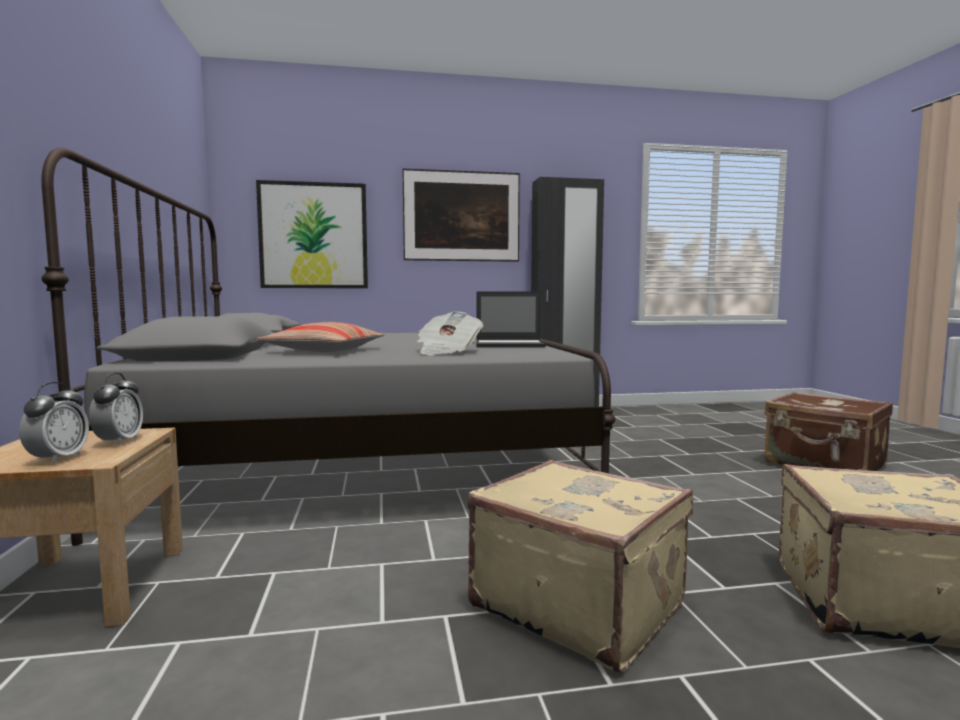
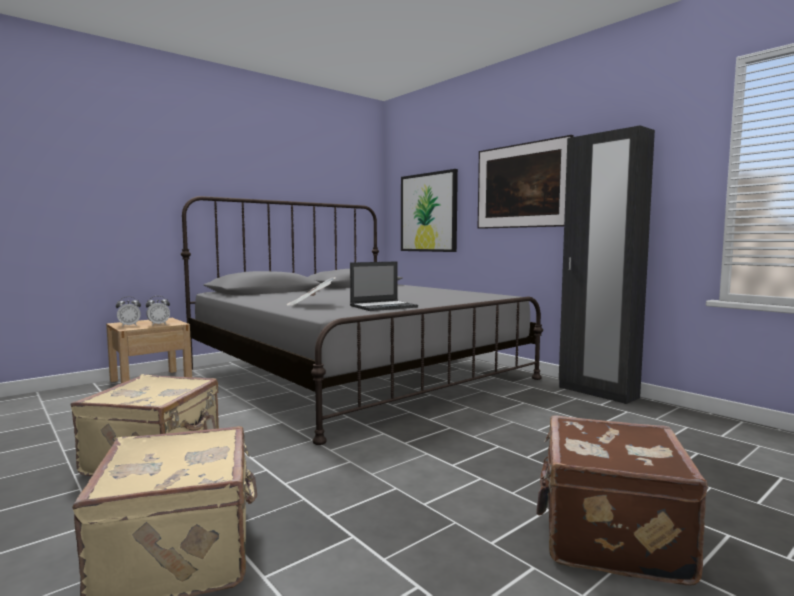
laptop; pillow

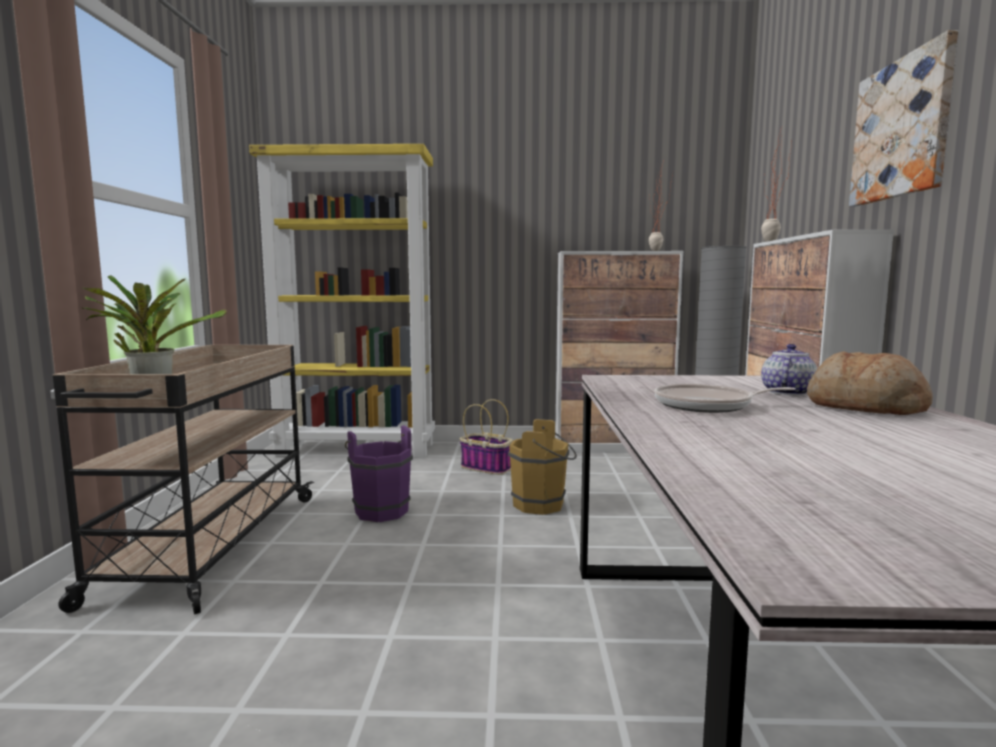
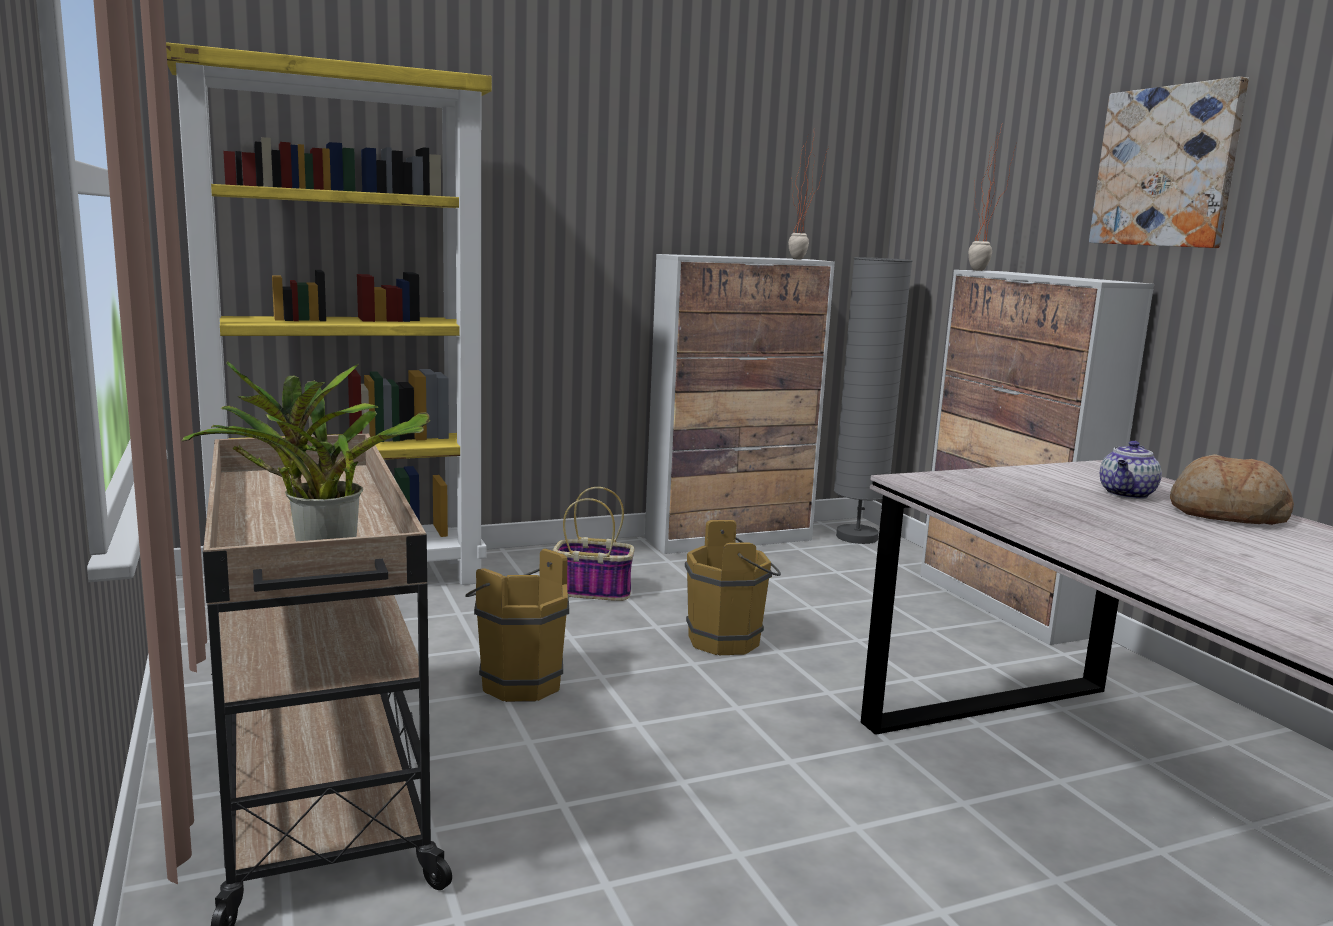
teapot; frying pan; brown bucket (1st from left)

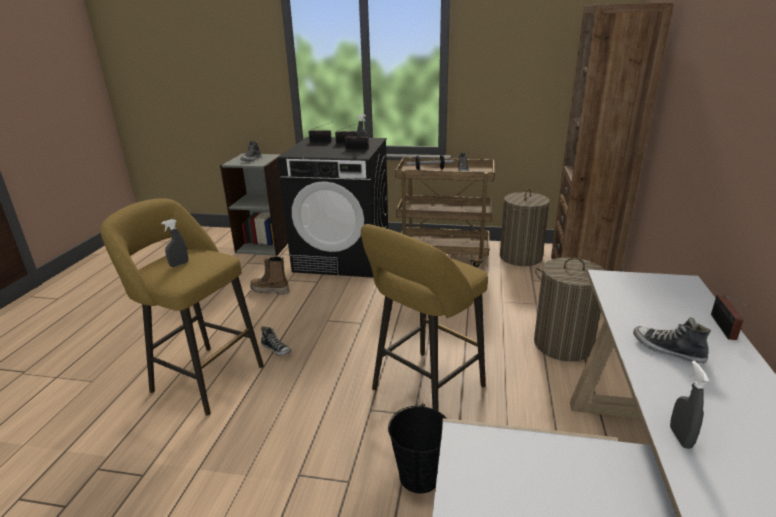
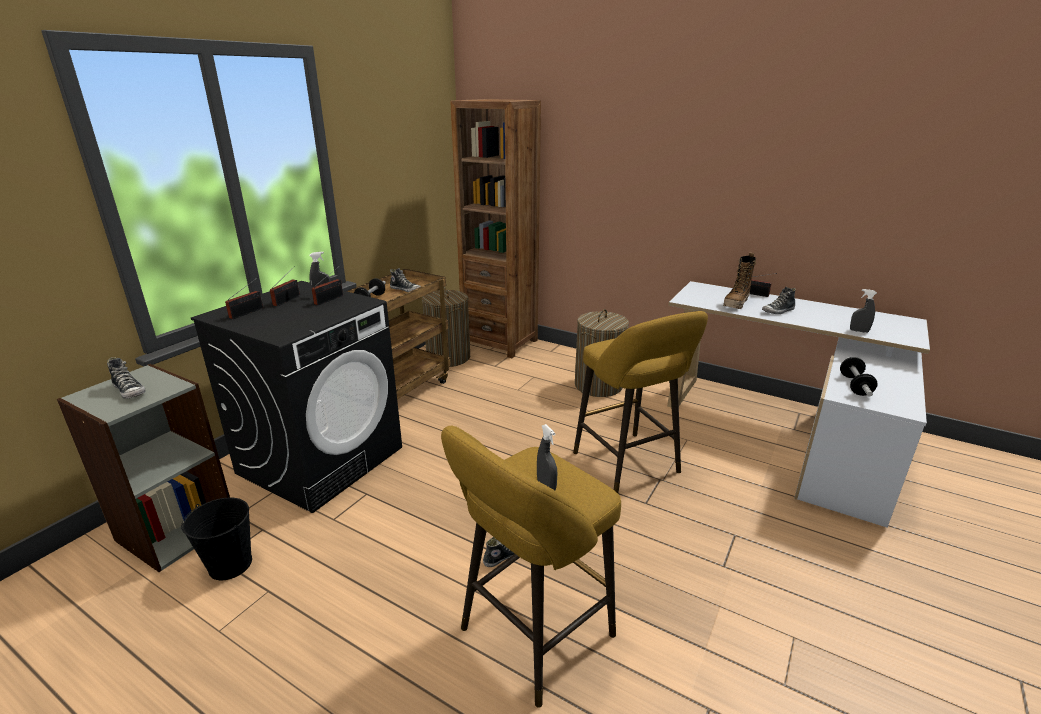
boot; black bucket; dumbbell (2nd from left)

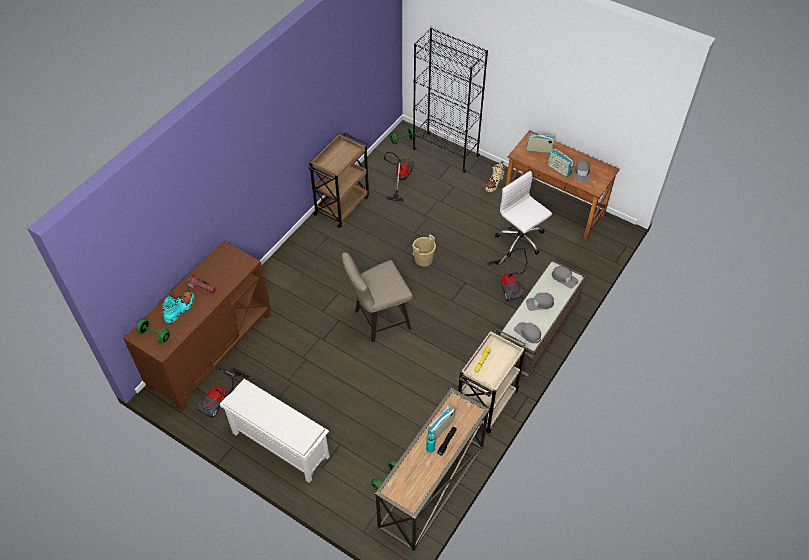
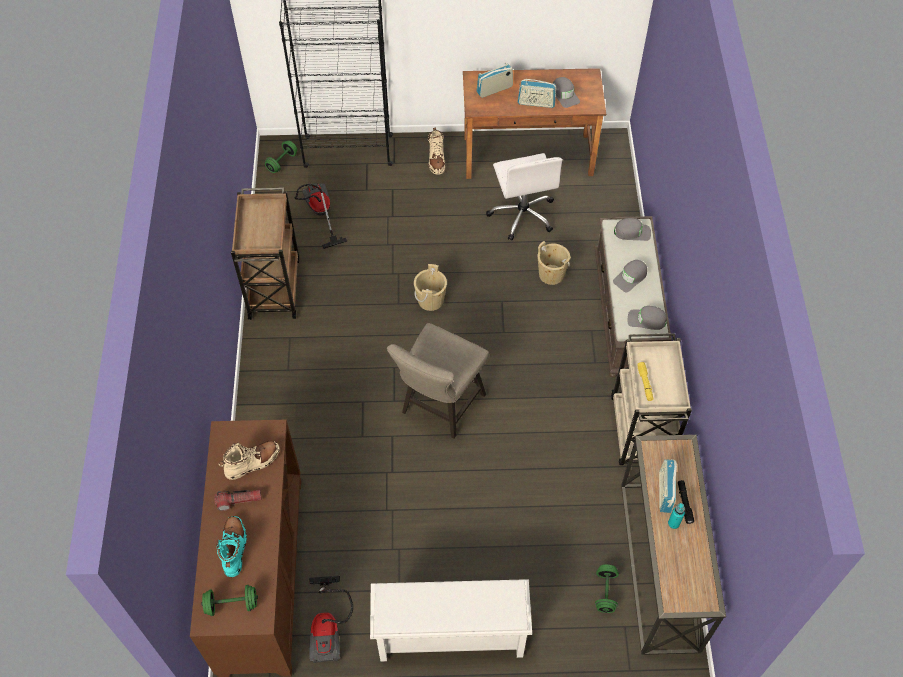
white office chair; beige bucket (2nd from left); beige boot (1st from left)

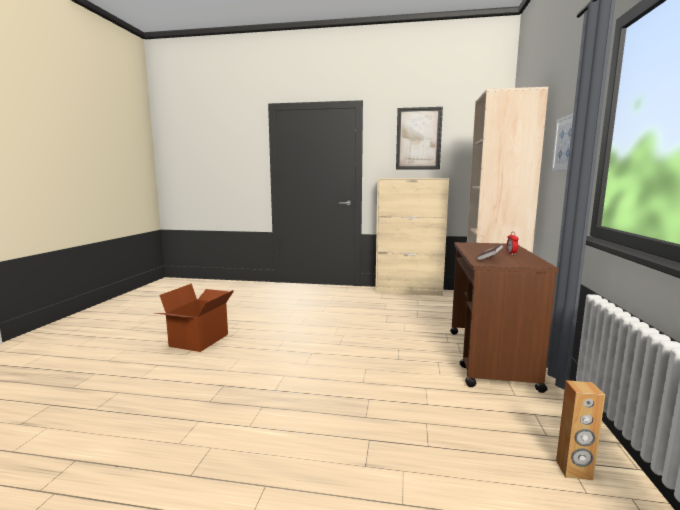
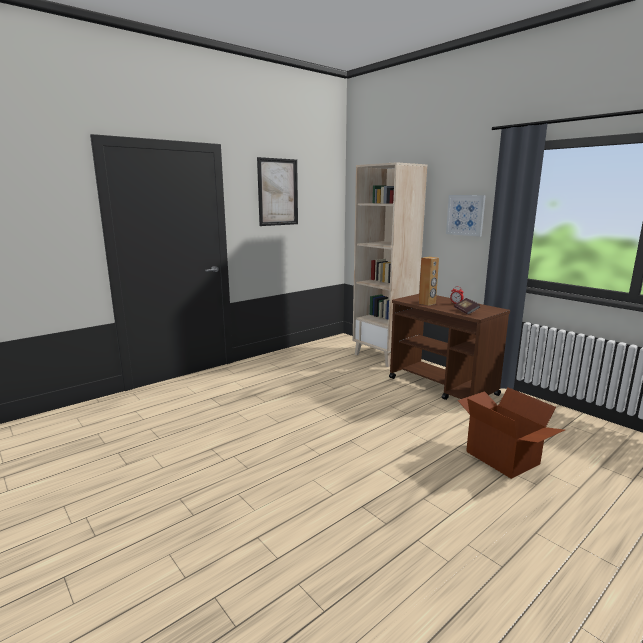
beige cabinet; cardboard box; brown speaker

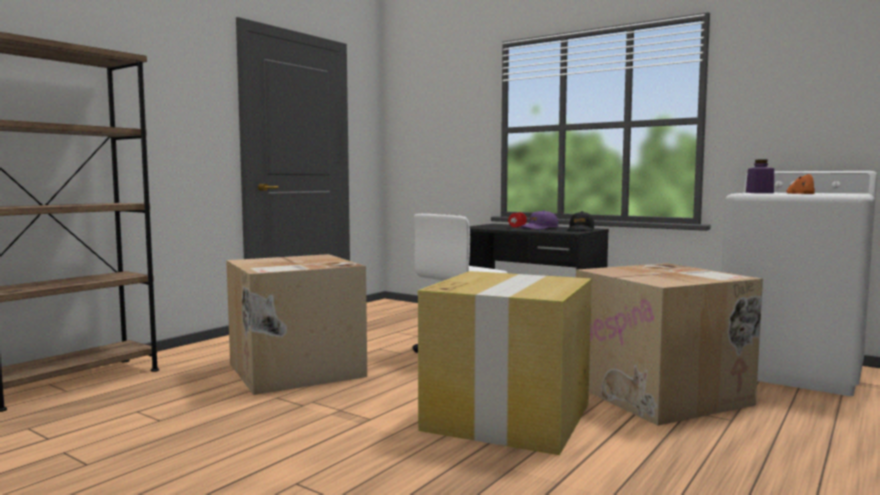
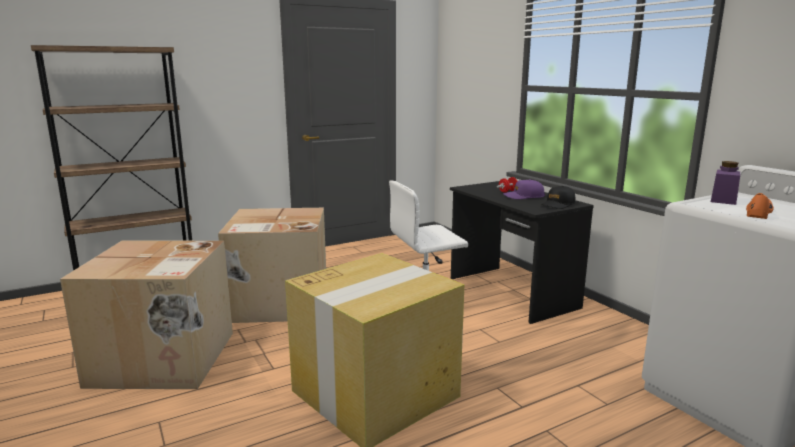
cardboard box (1st from left)

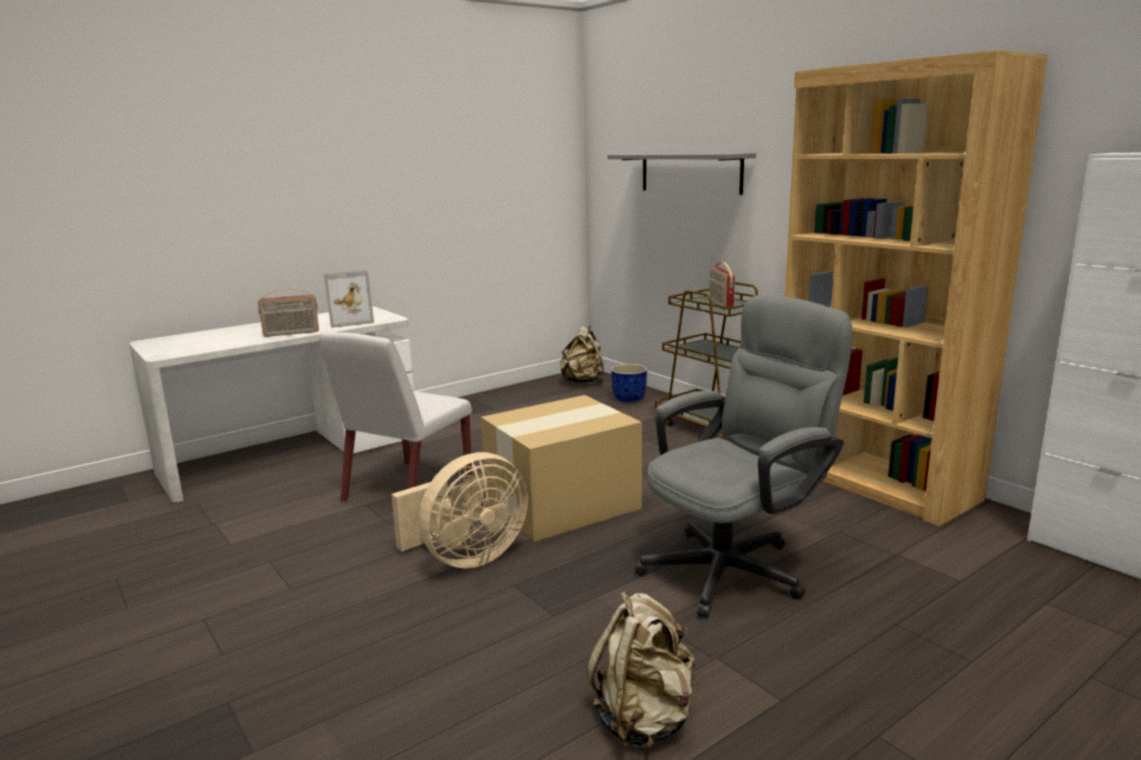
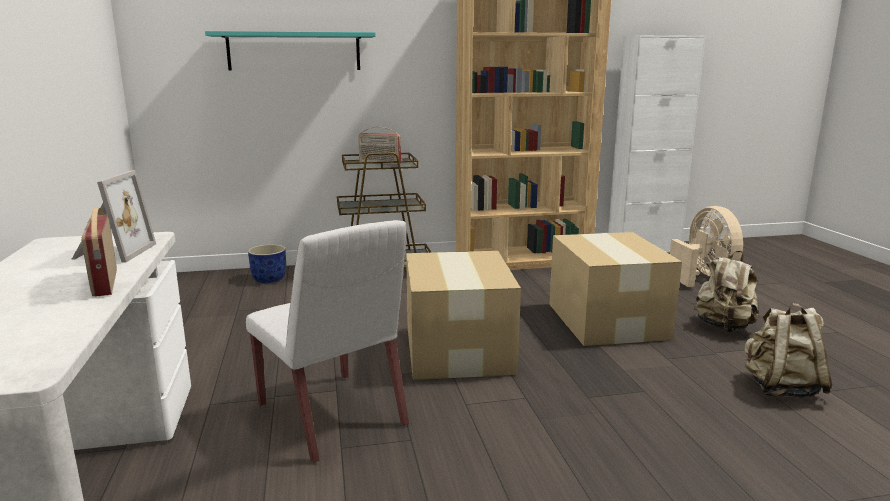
turquoise shelf; radio (1st from left); cardboard box (2nd from left); beige backpack (1st from left); beige fan

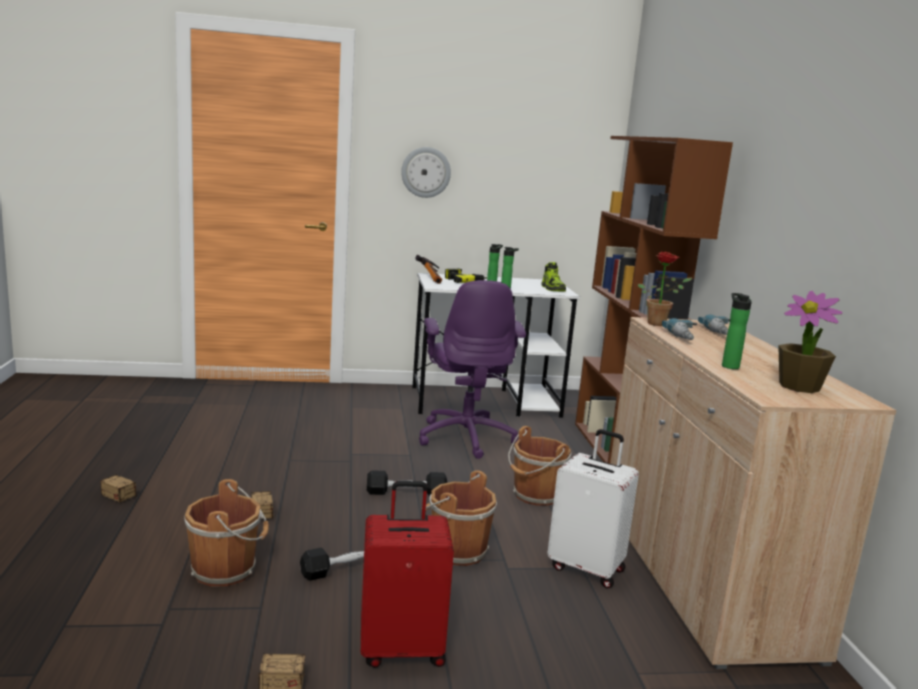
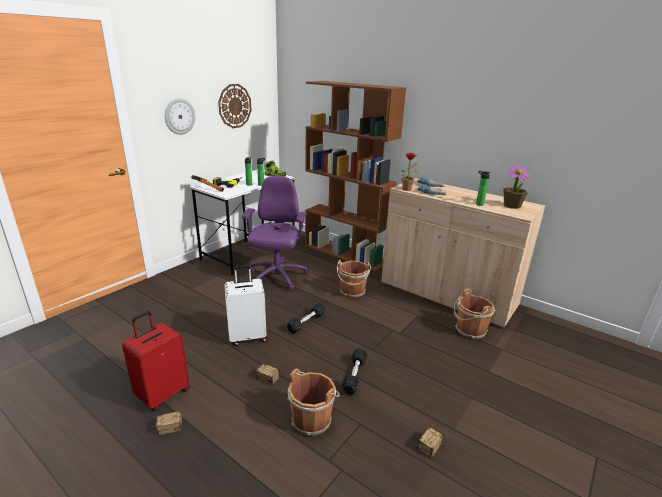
purple office chair; white suitcase; brown bucket (3rd from left); red suitcase; wall clock (2nd from left)

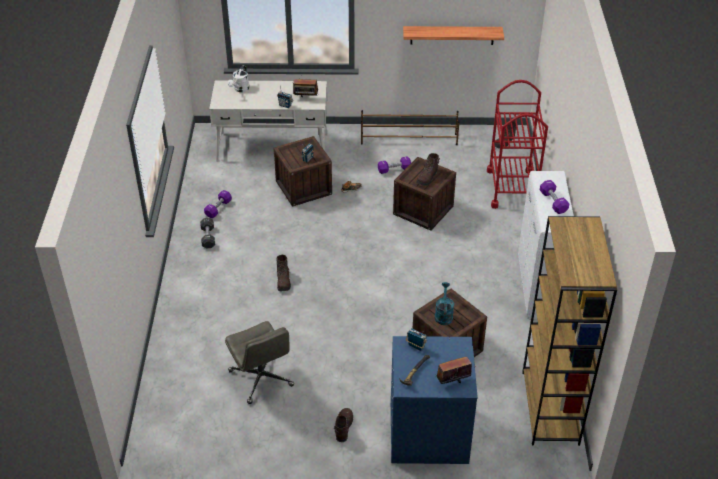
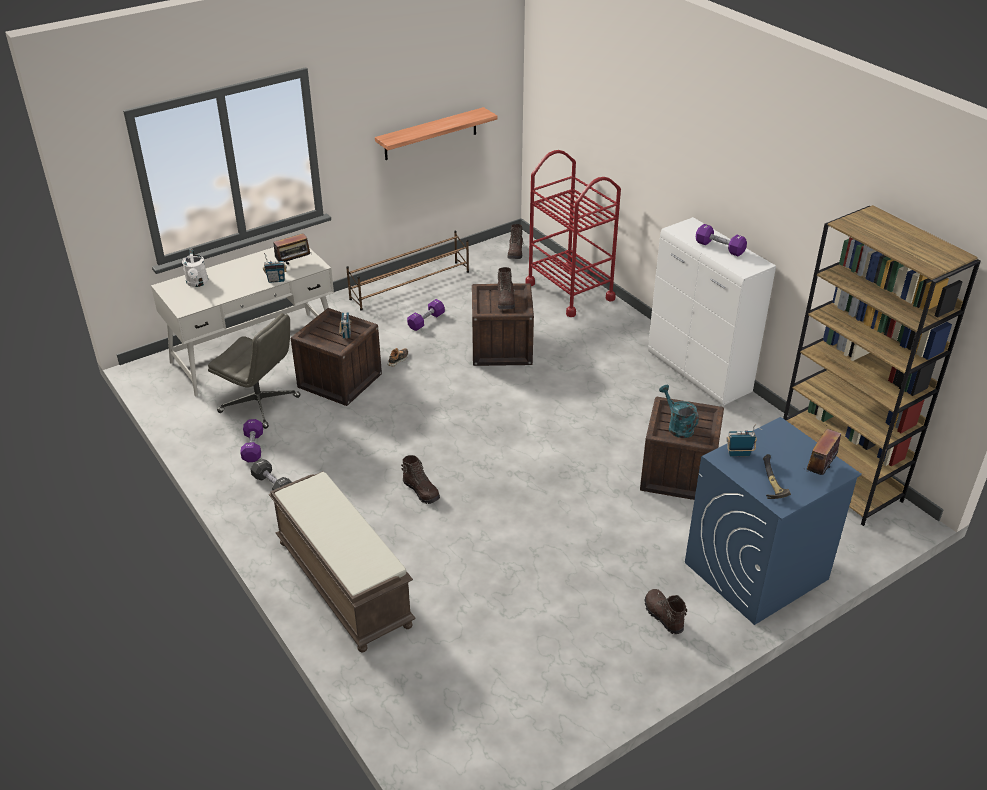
grey office chair; brown bench

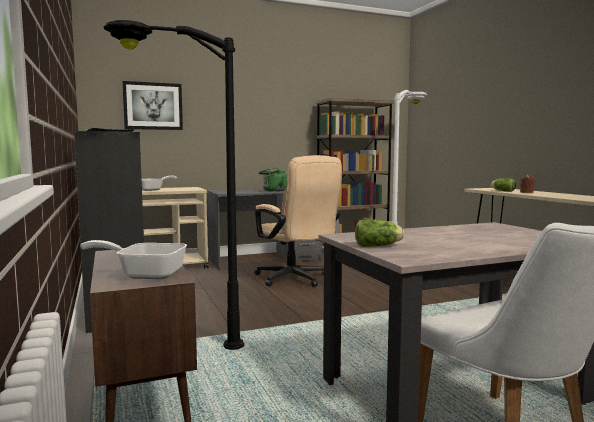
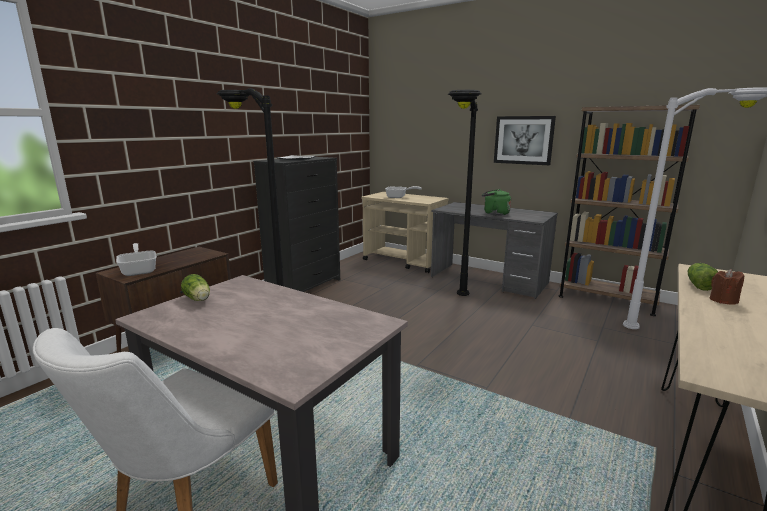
picture; black floor lamp (2nd from left)

